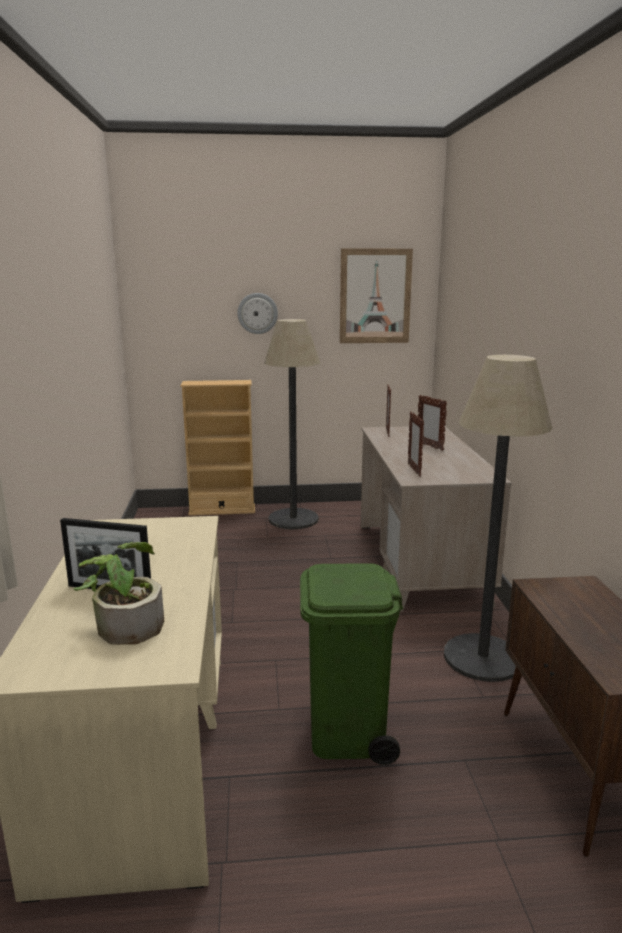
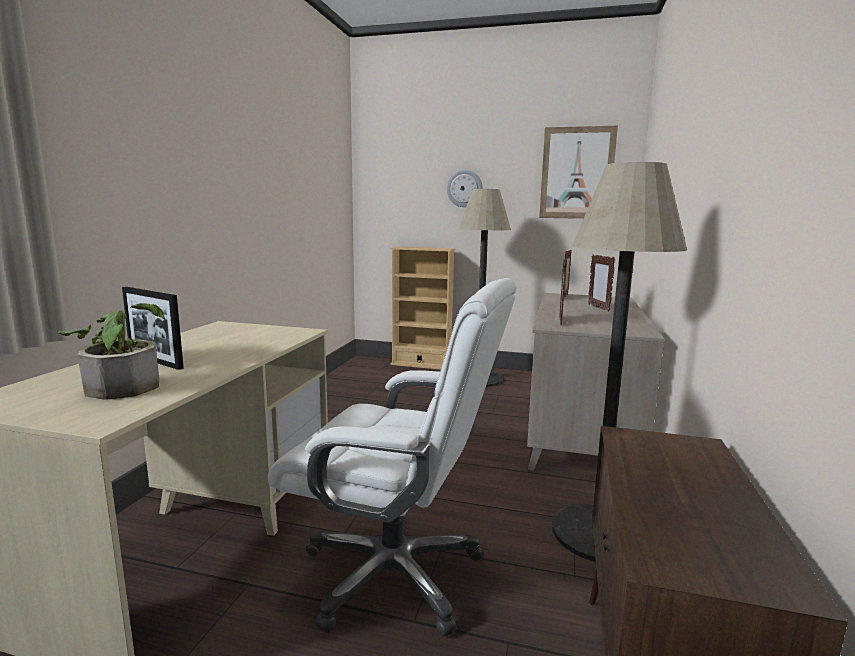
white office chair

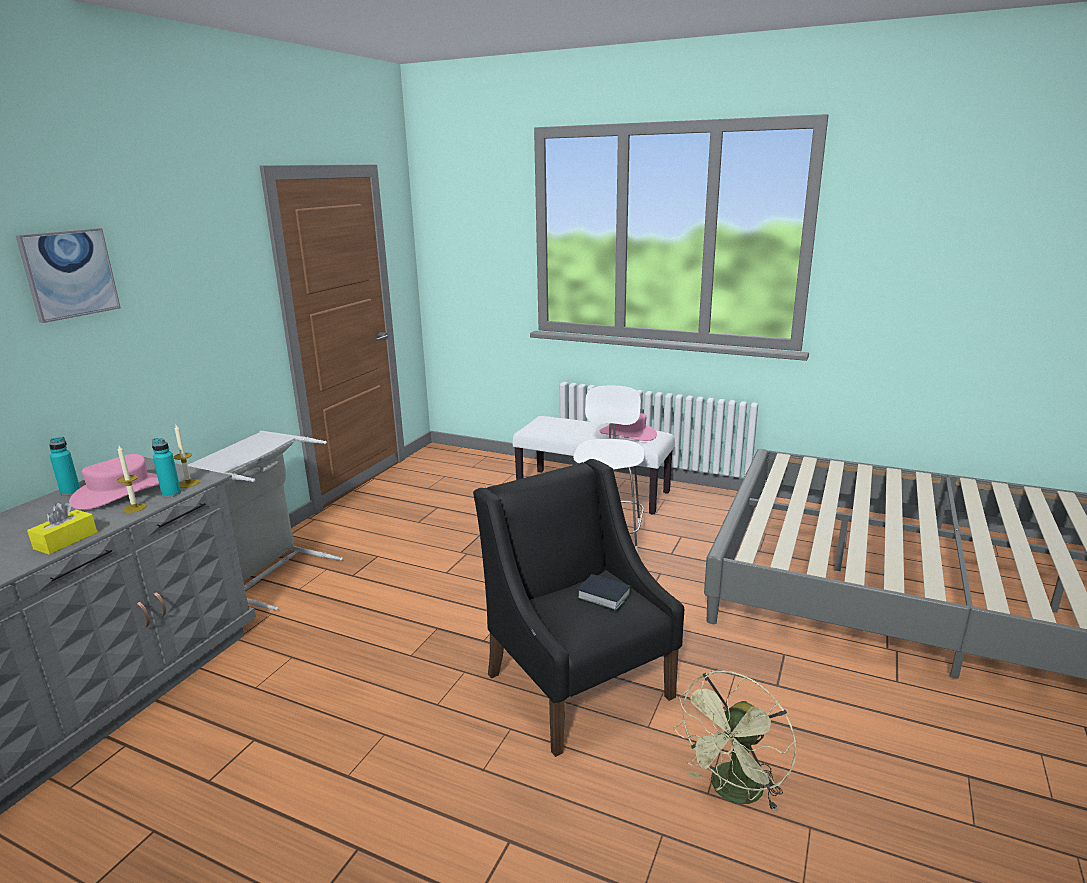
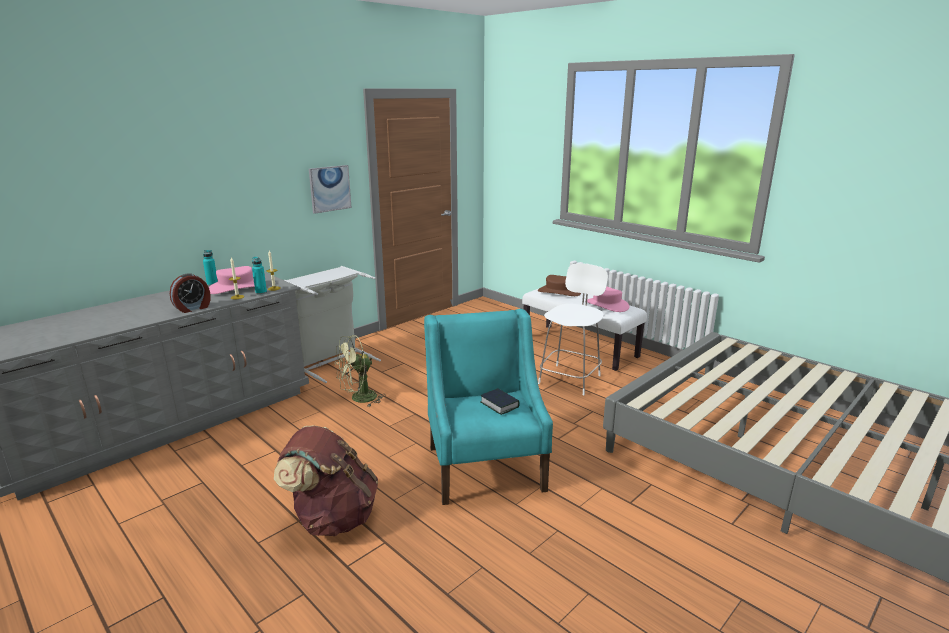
picture; turquoise armchair; alarm clock; green fan; brown hat; brown backpack

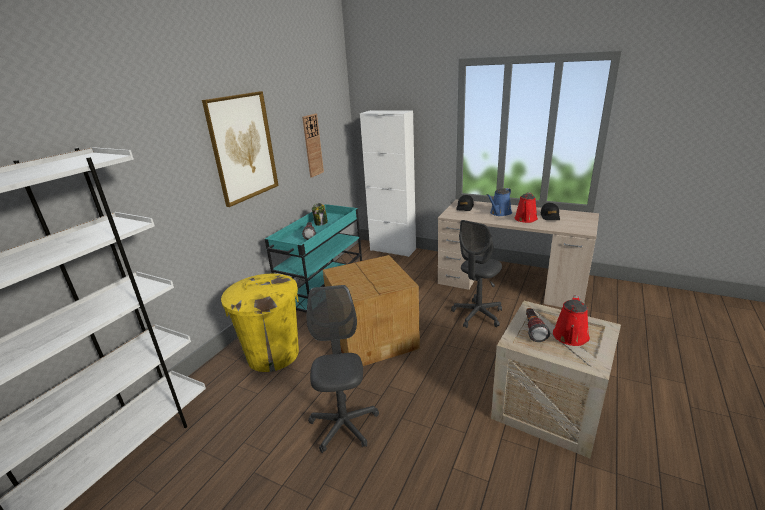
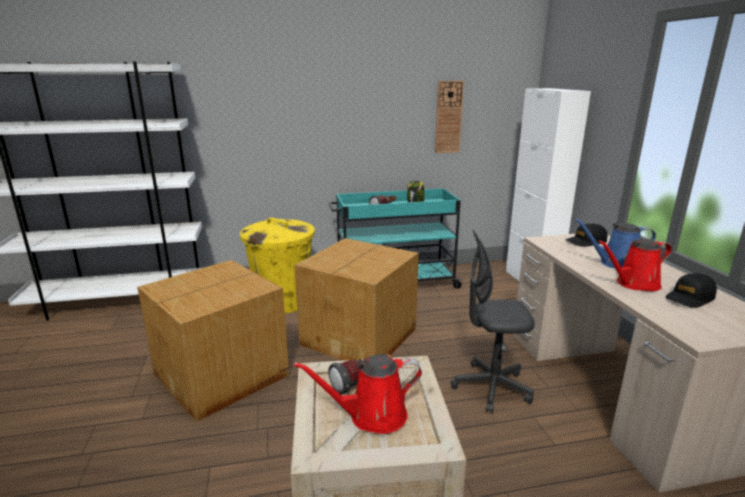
picture; cardboard box (1st from left)

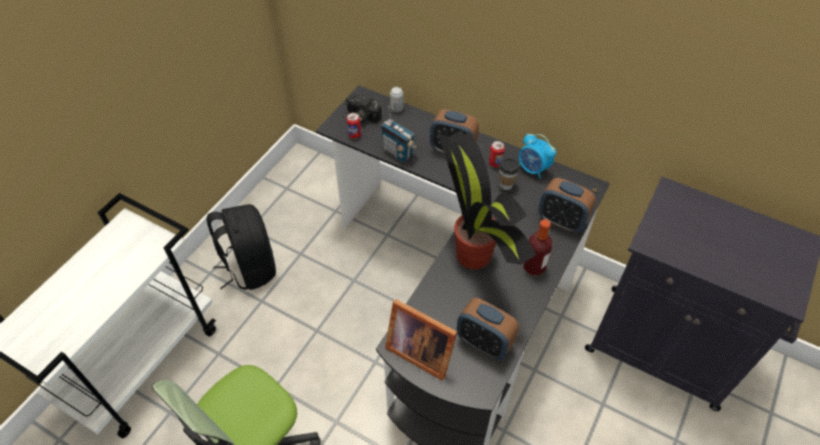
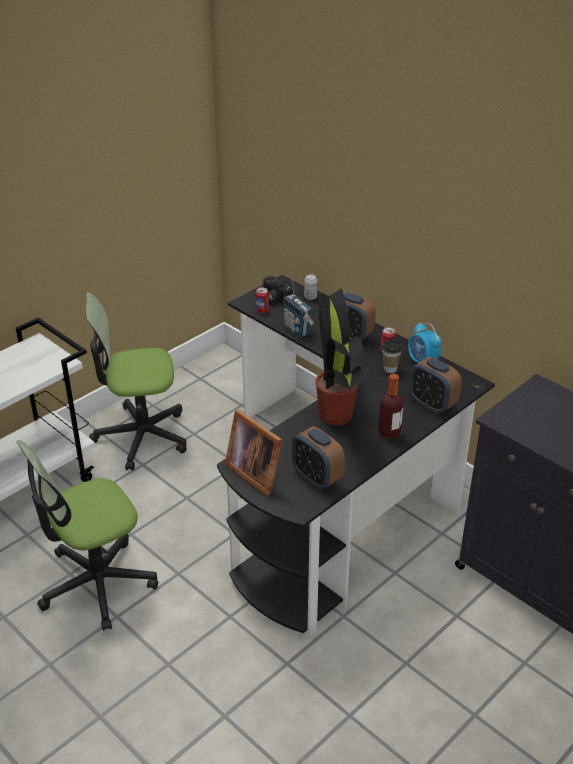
office chair (2nd from left)

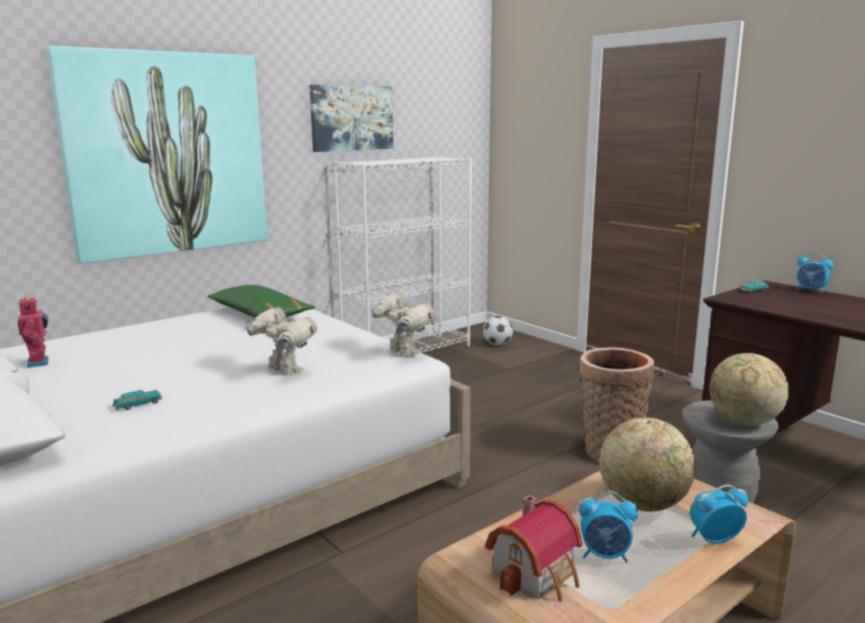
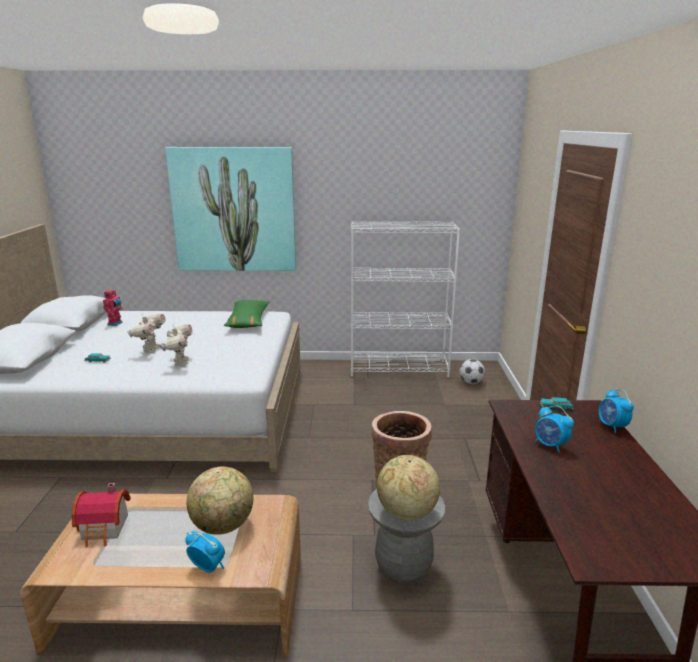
picture (2nd from left in the first image); toy robot (2nd from left); alarm clock (2nd from left)

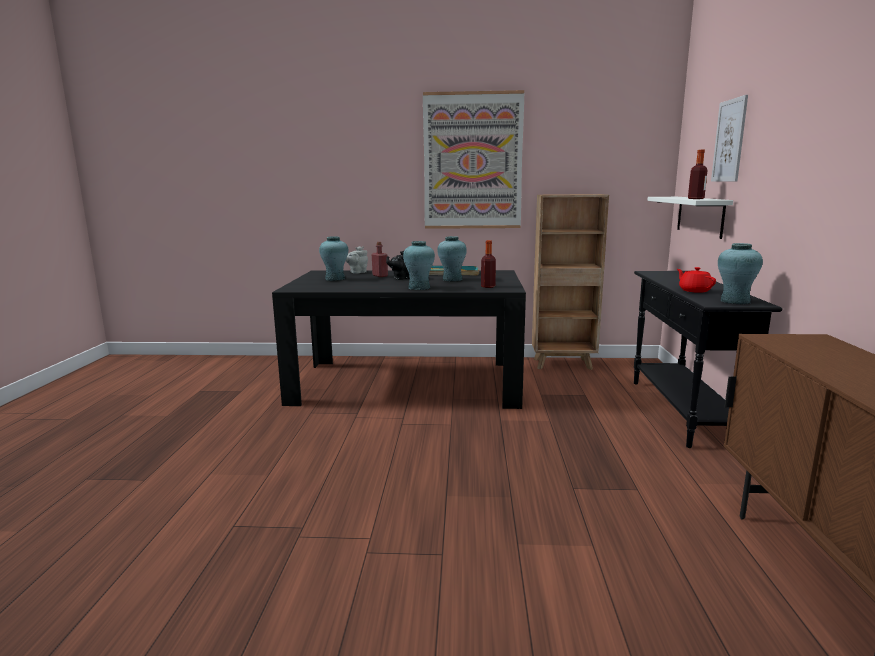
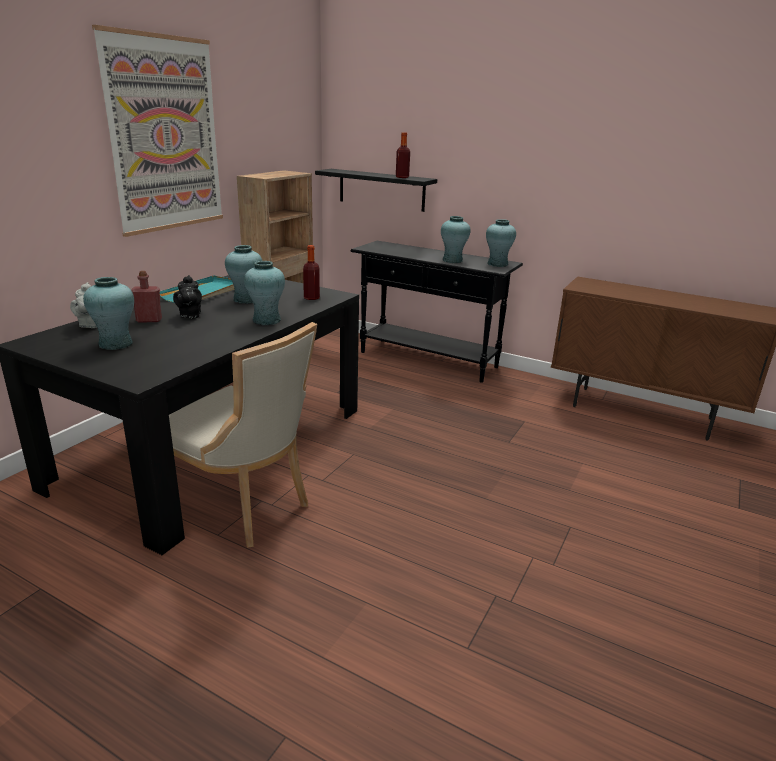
picture (2nd from left in the first image); black shelf; turquoise vase (4th from left); beige chair

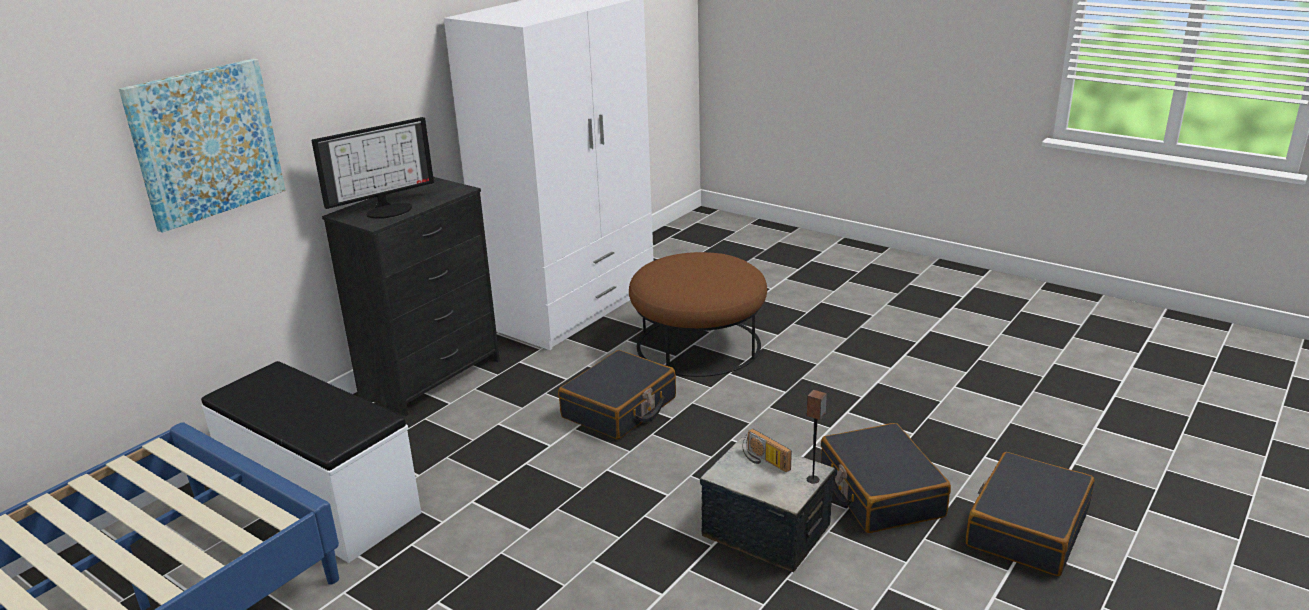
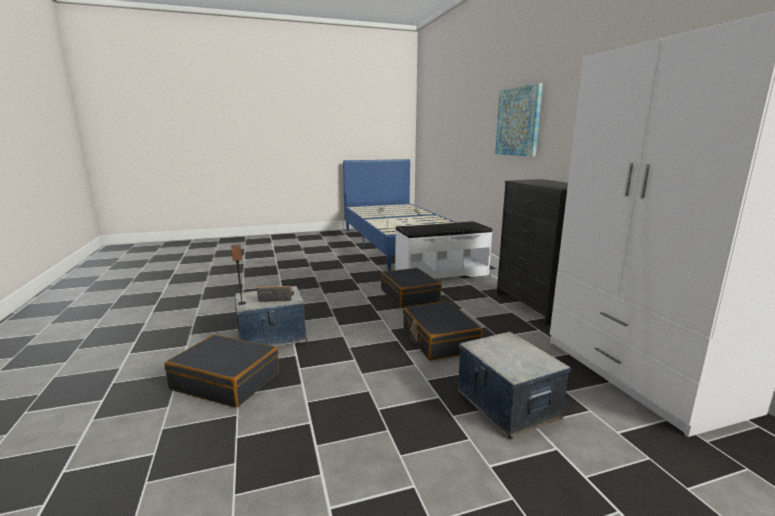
monitor; storage box (2nd from left); black suitcase (2nd from left)

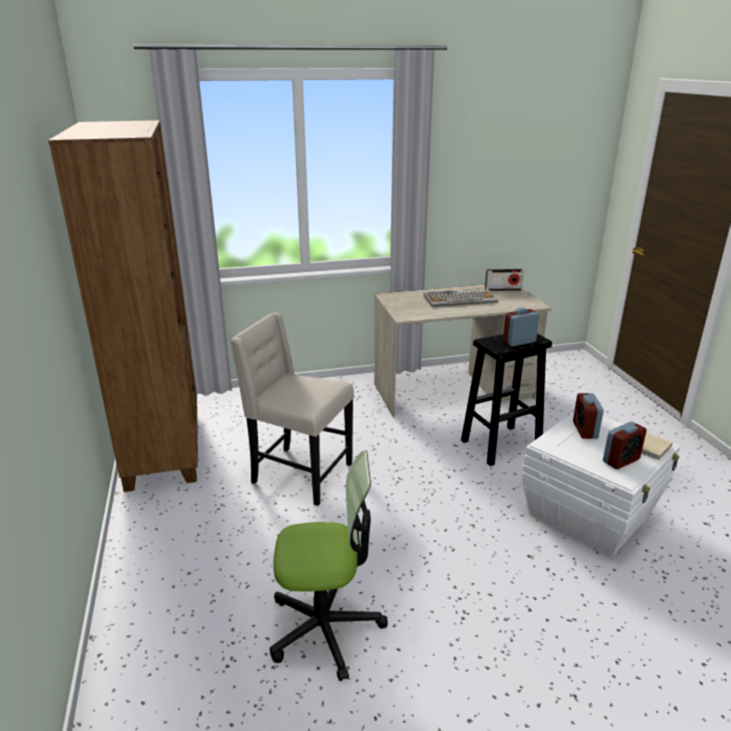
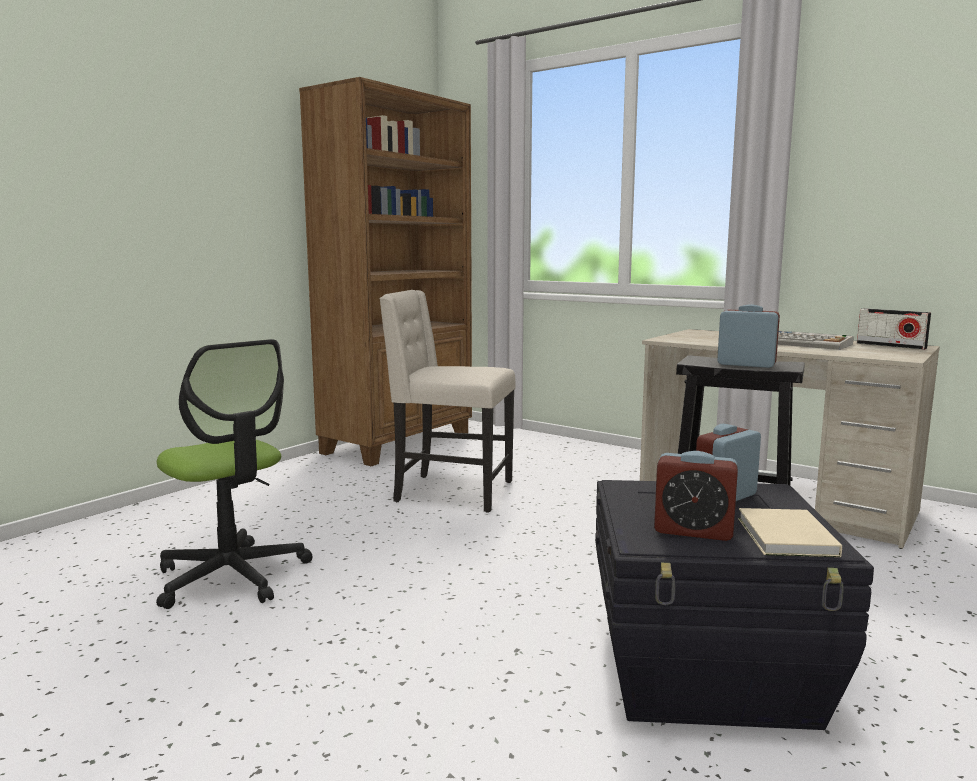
beige chair; black storage box

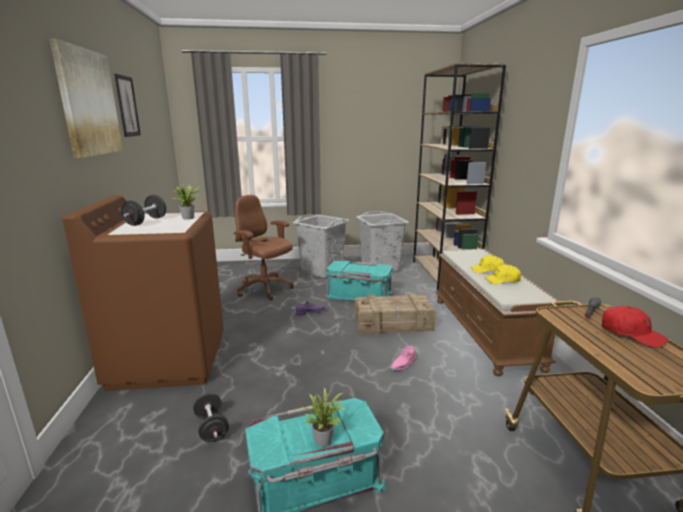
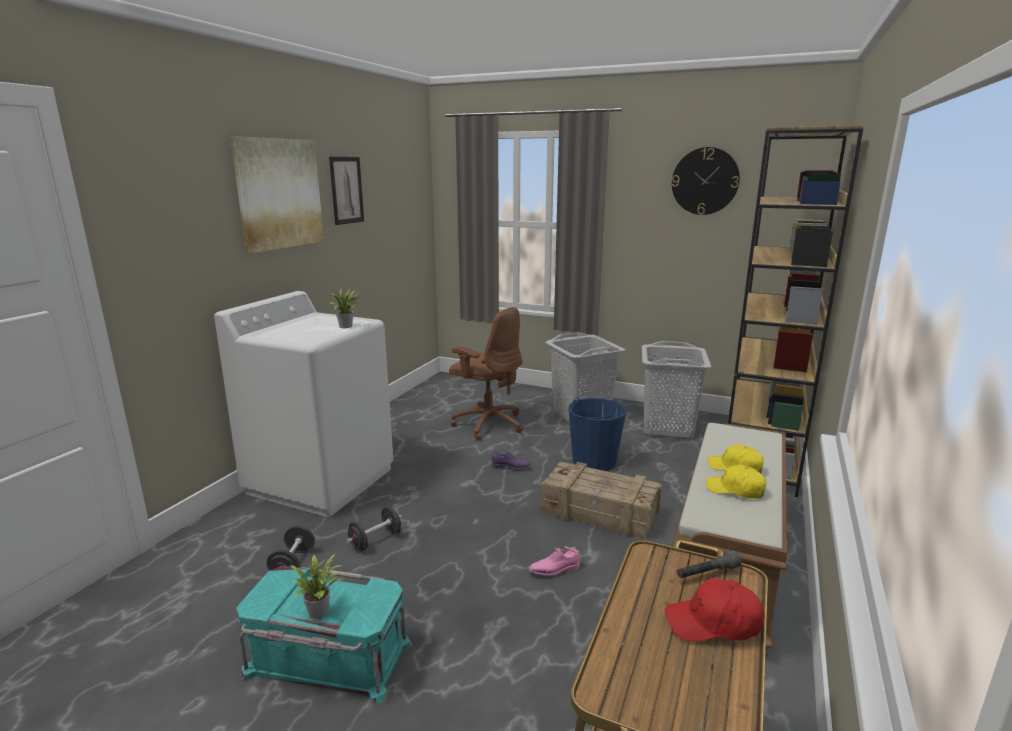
white washing machine; black dumbbell (2nd from left); brown office chair; blue bucket; red cap; wall clock

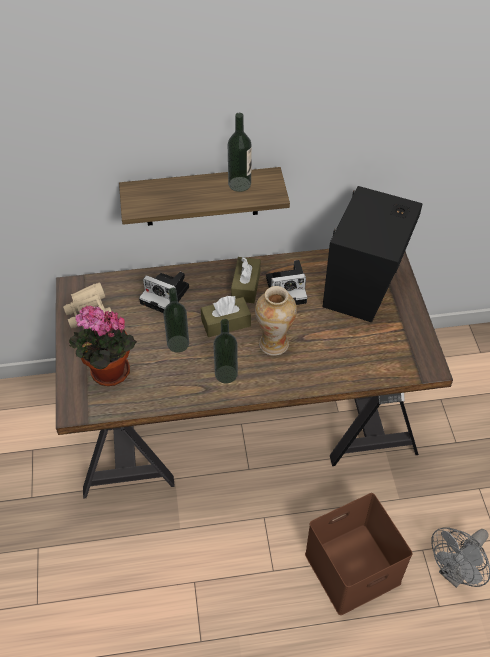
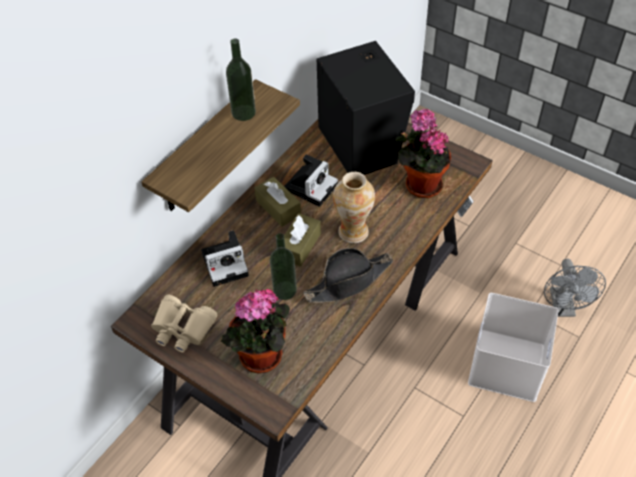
black hat; white storage box; potted plant (2nd from left)

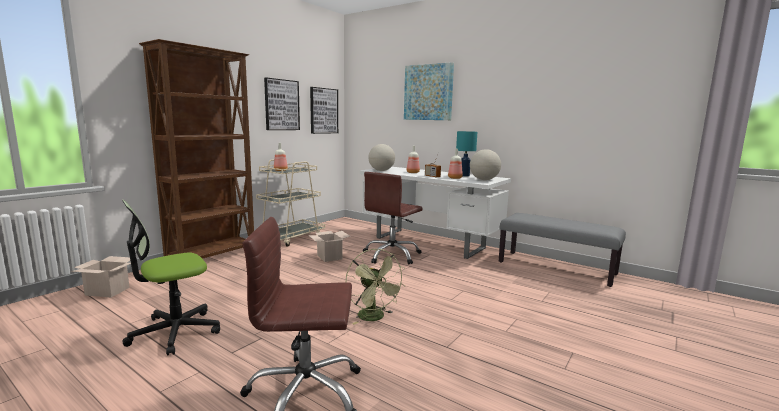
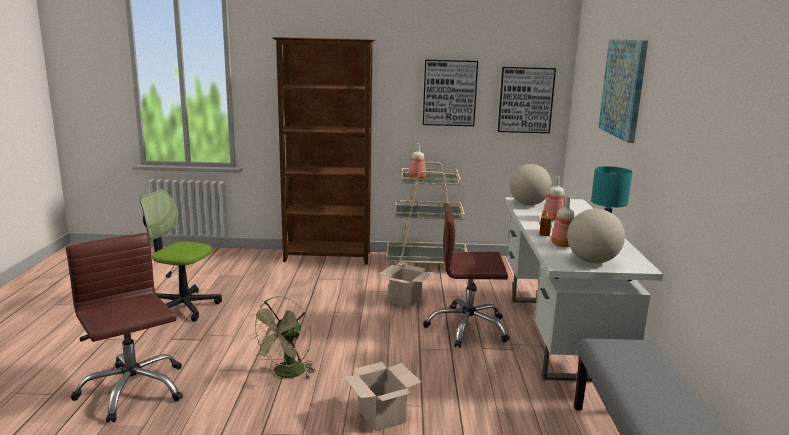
cardboard box (1st from left)

